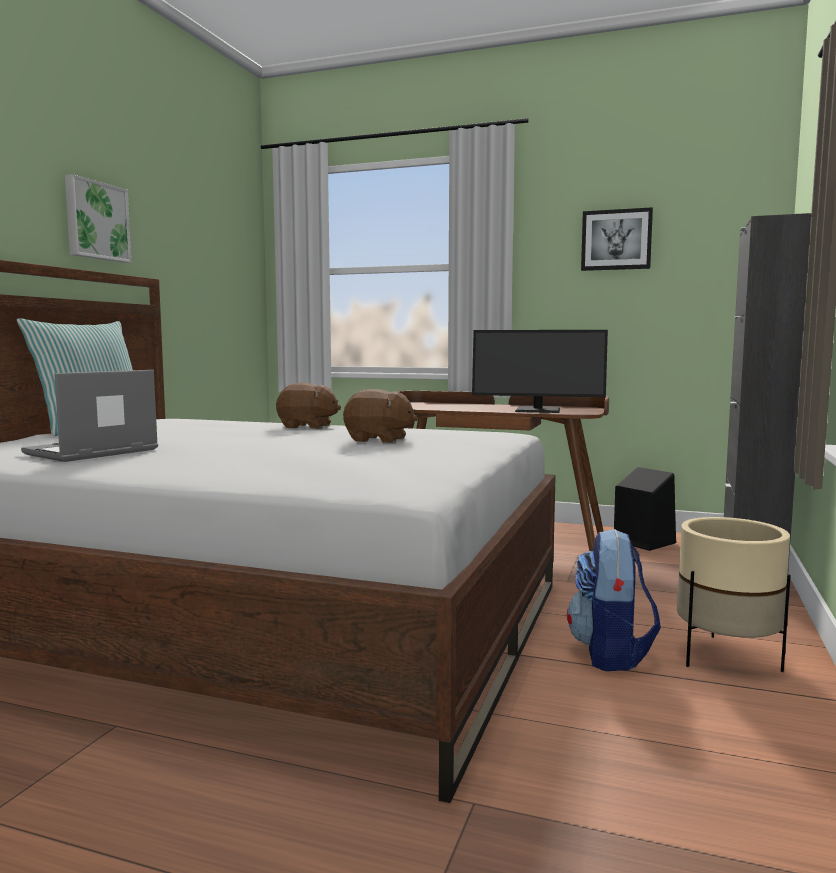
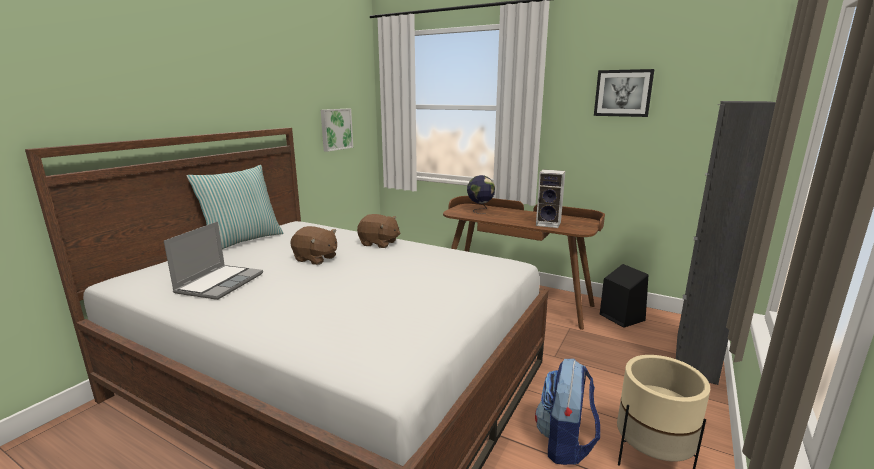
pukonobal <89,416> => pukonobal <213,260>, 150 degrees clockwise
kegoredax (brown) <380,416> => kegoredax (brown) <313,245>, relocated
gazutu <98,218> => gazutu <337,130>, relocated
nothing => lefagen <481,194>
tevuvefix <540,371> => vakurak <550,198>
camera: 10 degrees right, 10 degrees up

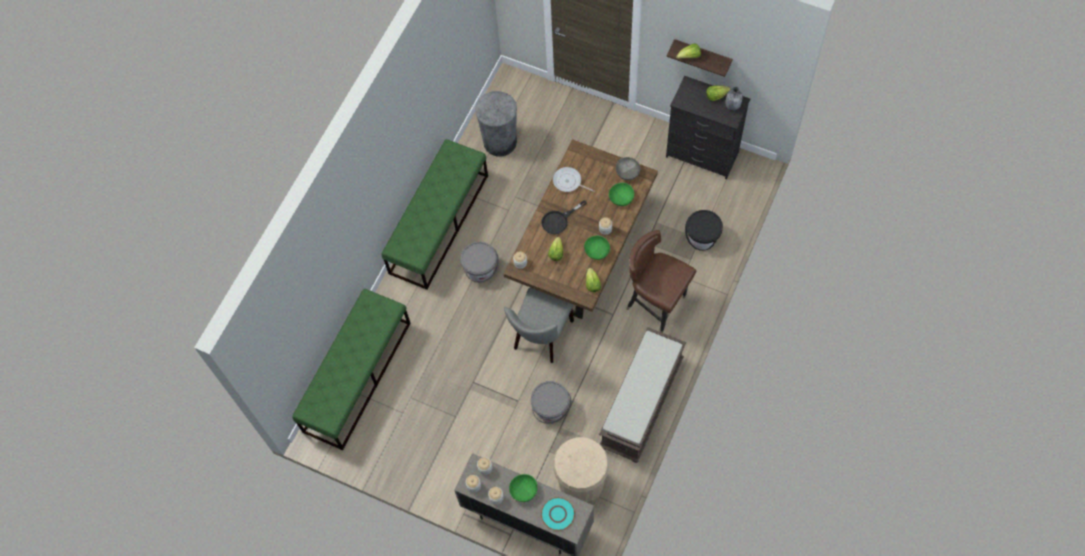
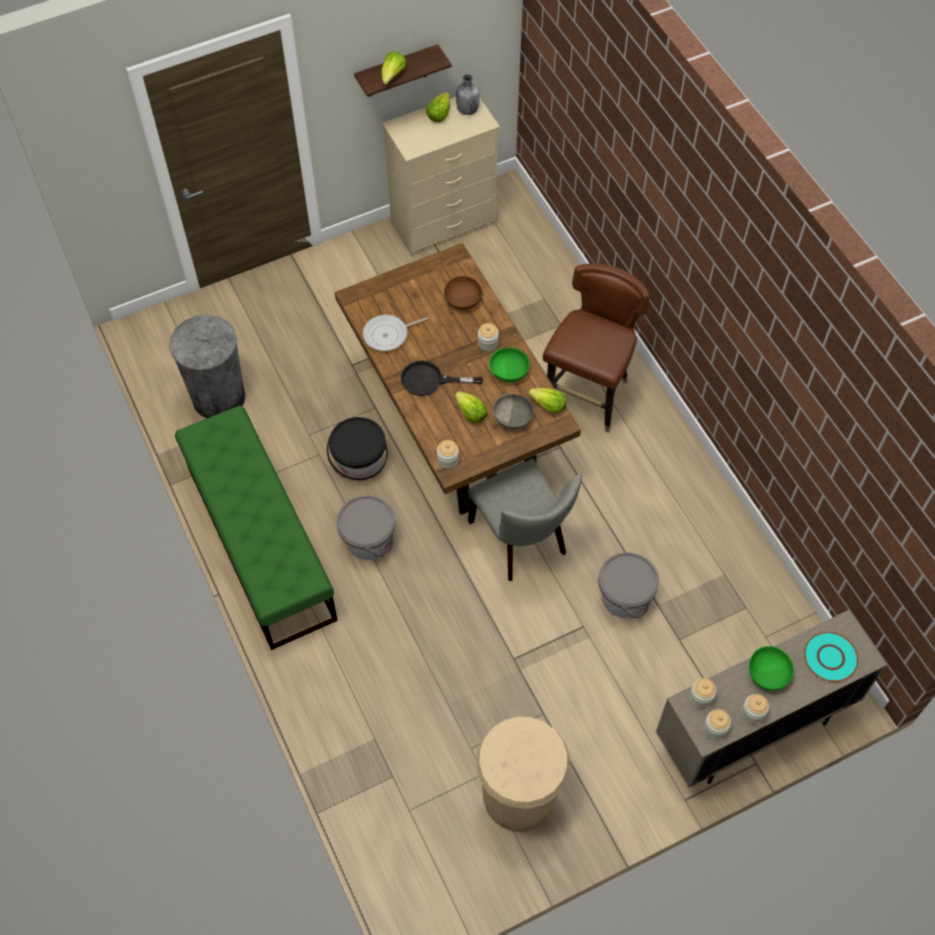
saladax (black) <704,230> => saladax (black) <357,448>, relocated
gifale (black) <708,127> => gifale (beige) <441,177>
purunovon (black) <564,217> => purunovon (black) <442,378>, 90 degrees clockwise
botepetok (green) <621,194> => botepetok (brown) <463,293>
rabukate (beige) <581,470> => rabukate (beige) <523,774>, relocated
botepetok (grey) <628,168> => botepetok (grey) <513,411>, relocated
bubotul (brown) <661,281> => bubotul (brown) <596,348>, 135 degrees clockwise
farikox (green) <351,369> => nothing
farikox (brown) <642,395> => nothing
camera: 55 degrees left, 5 degrees down

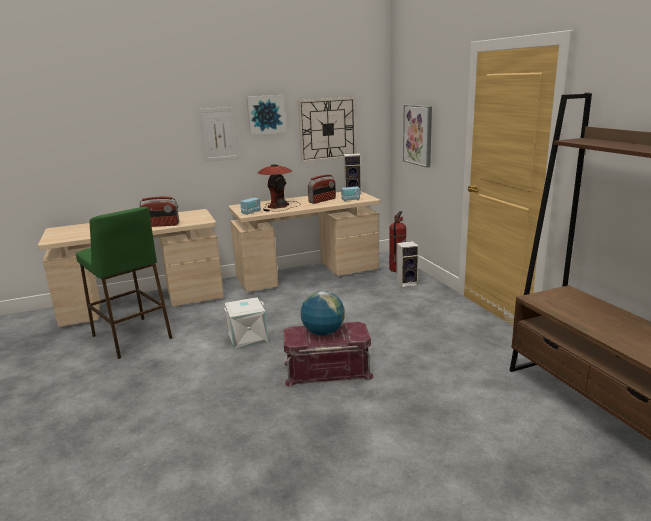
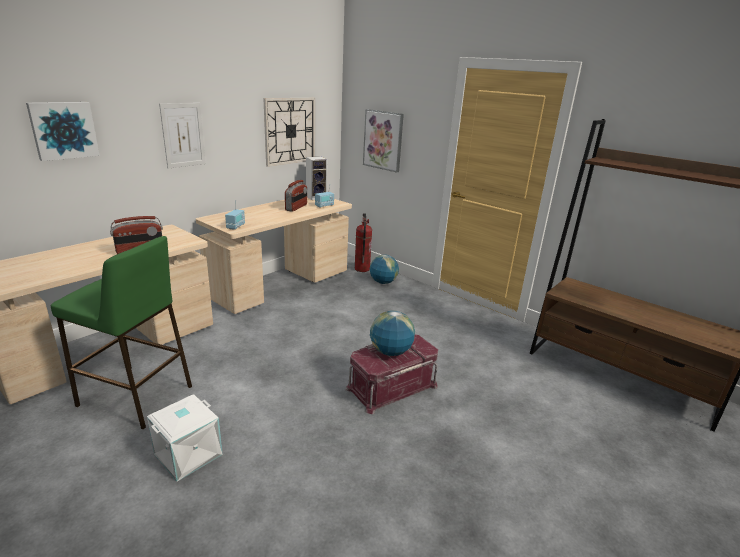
gazutu <266,115> => gazutu <63,131>, relocated
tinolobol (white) <246,323> => tinolobol (white) <185,438>, relocated
vakurak <407,264> => lefagen <384,269>
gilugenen <278,188> => nothing
camera: 30 degrees left, 5 degrees up

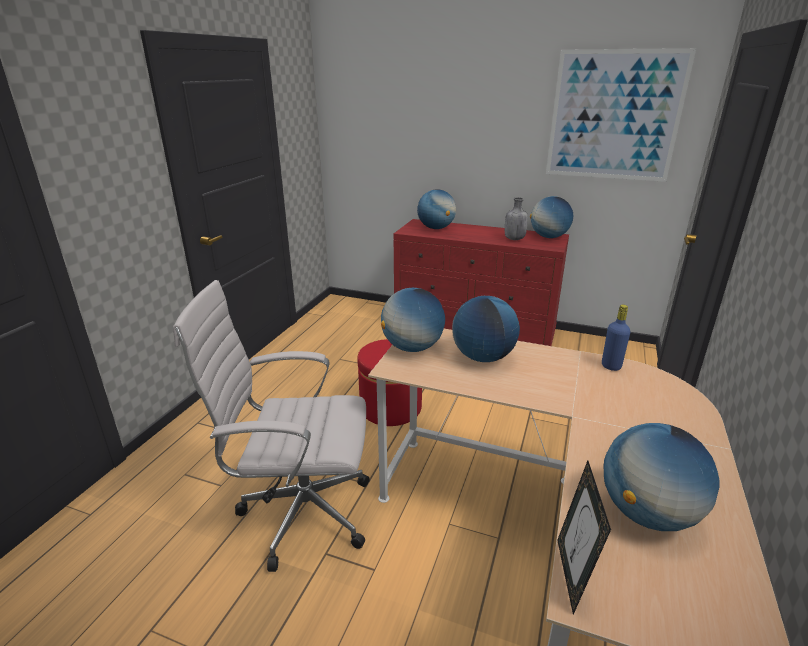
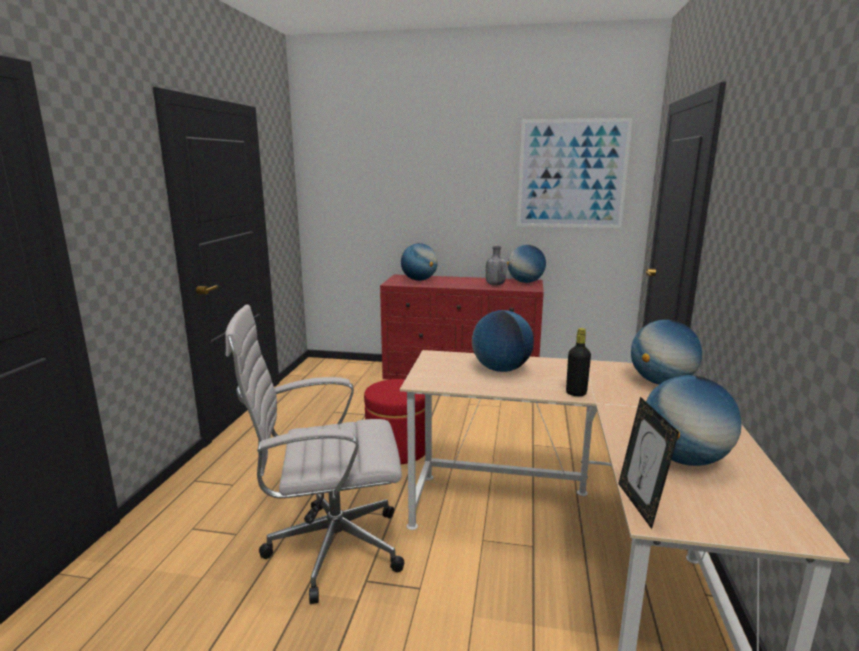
nothing => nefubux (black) <578,362>
lefagen <413,320> => lefagen <666,352>, relocated
nefubux (blue) <616,338> => nothing
camera: 10 degrees left, 10 degrees down

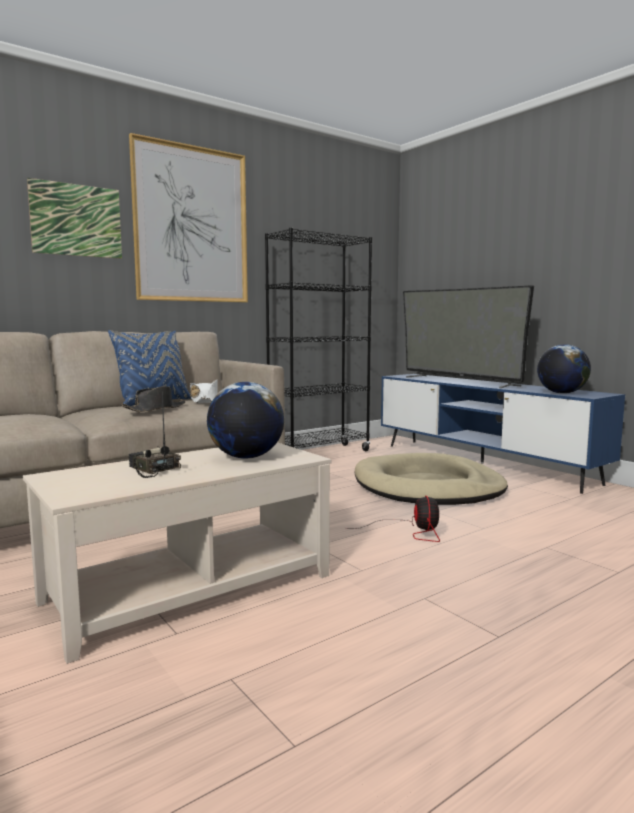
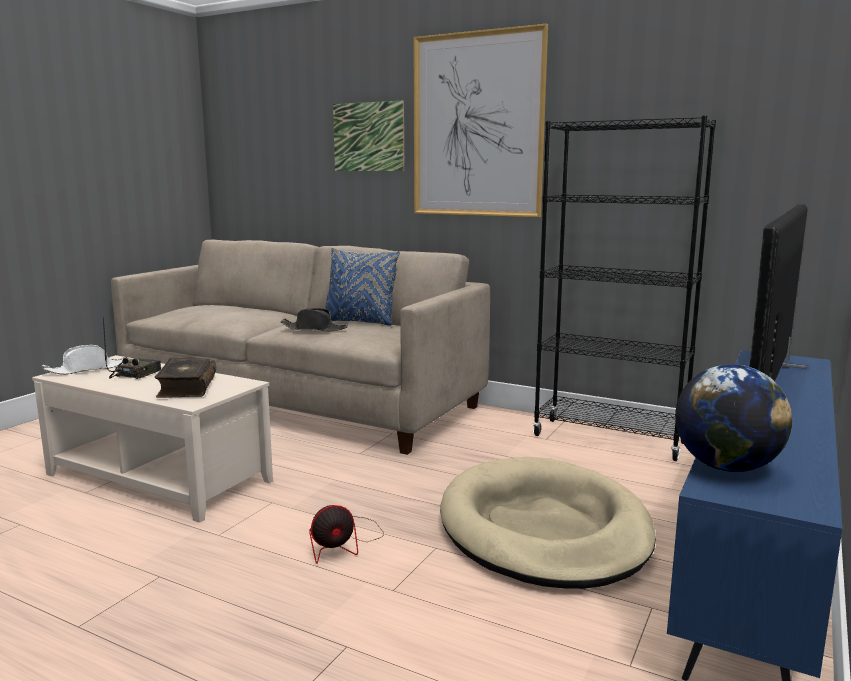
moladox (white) <204,391> => moladox (white) <84,360>, relocated
lefagen <245,420> => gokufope <185,378>
camera: 65 degrees right, 5 degrees up

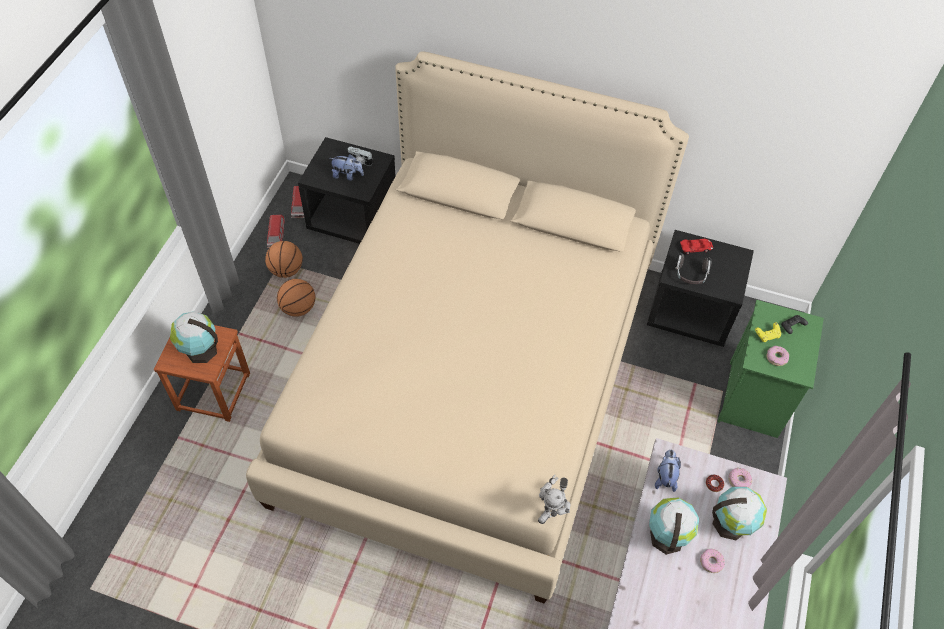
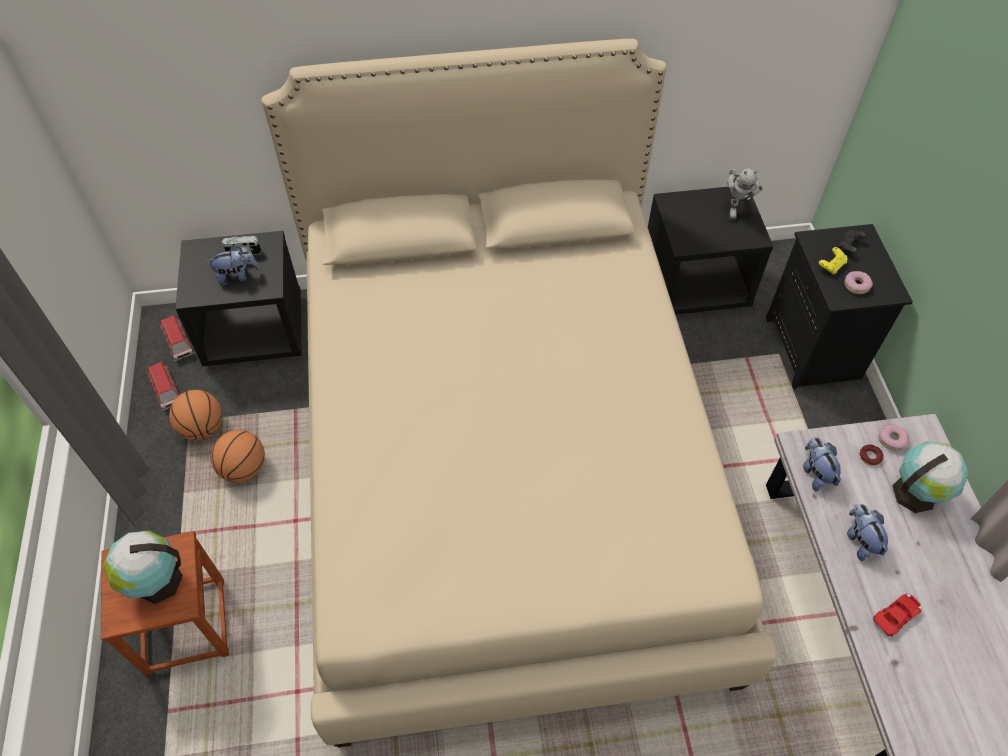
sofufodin <554,499> => sofufodin <745,194>, relocated
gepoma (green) <771,369> => gepoma (black) <839,306>
lefagen <674,526> => kegoredax <867,532>
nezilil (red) <696,246> => nezilil (red) <897,615>, relocated
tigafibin <693,268> => nothing
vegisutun <712,561> => nothing
camera: 25 degrees left, 0 degrees up

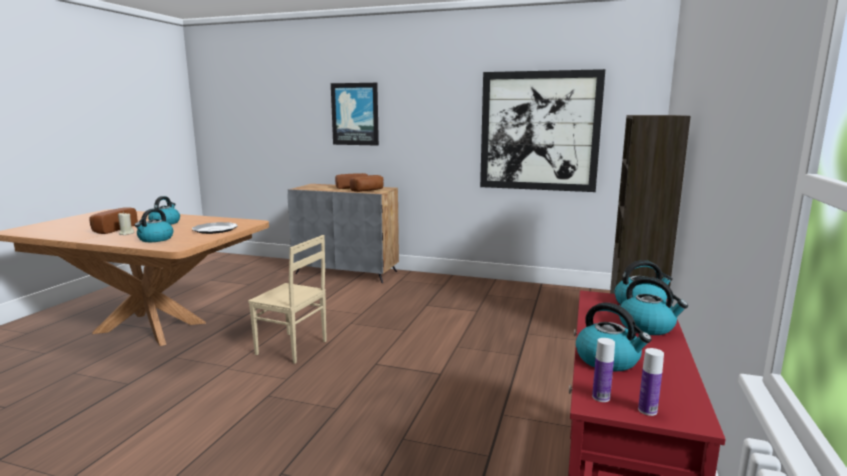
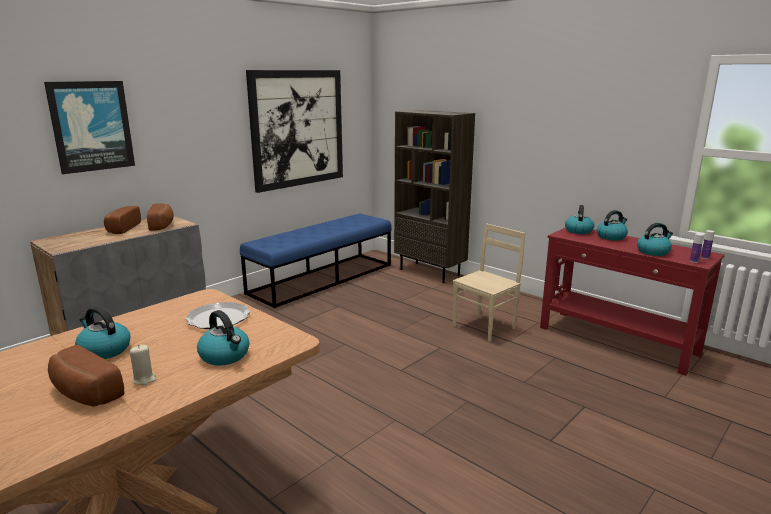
nothing => farikox (blue) <316,261>
bubotul (beige) <287,299> => bubotul (beige) <489,282>, relocated
camera: 65 degrees left, 5 degrees up

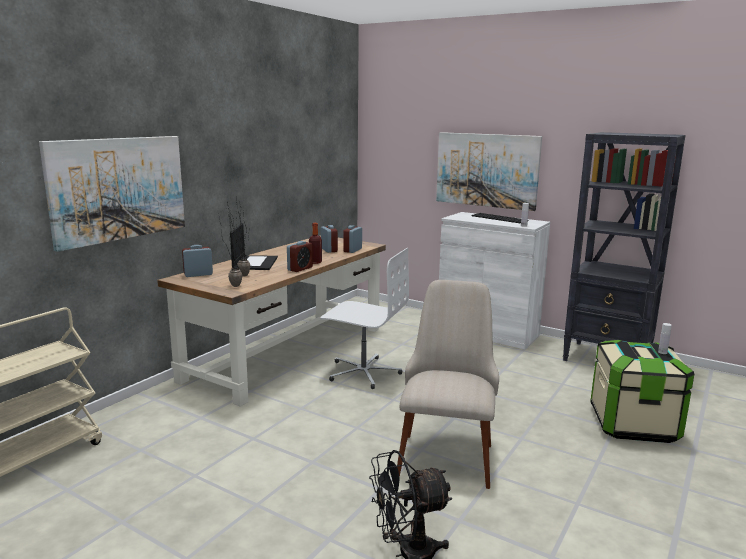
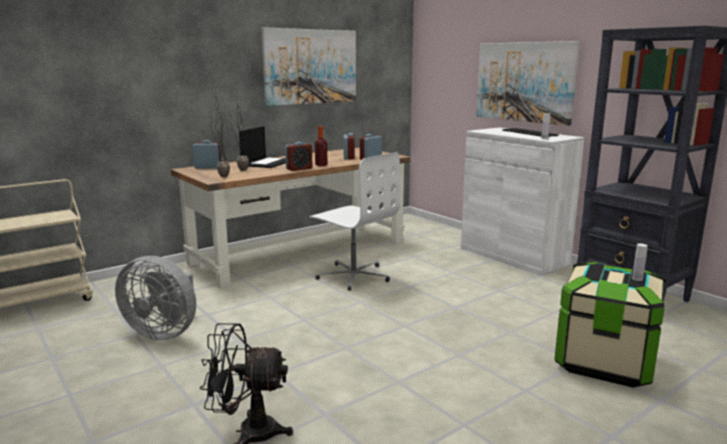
nothing => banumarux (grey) <155,298>
gazutu <112,194> => gazutu <308,66>, relocated
bubotul (beige) <448,384> => nothing
camera: 20 degrees right, 0 degrees up

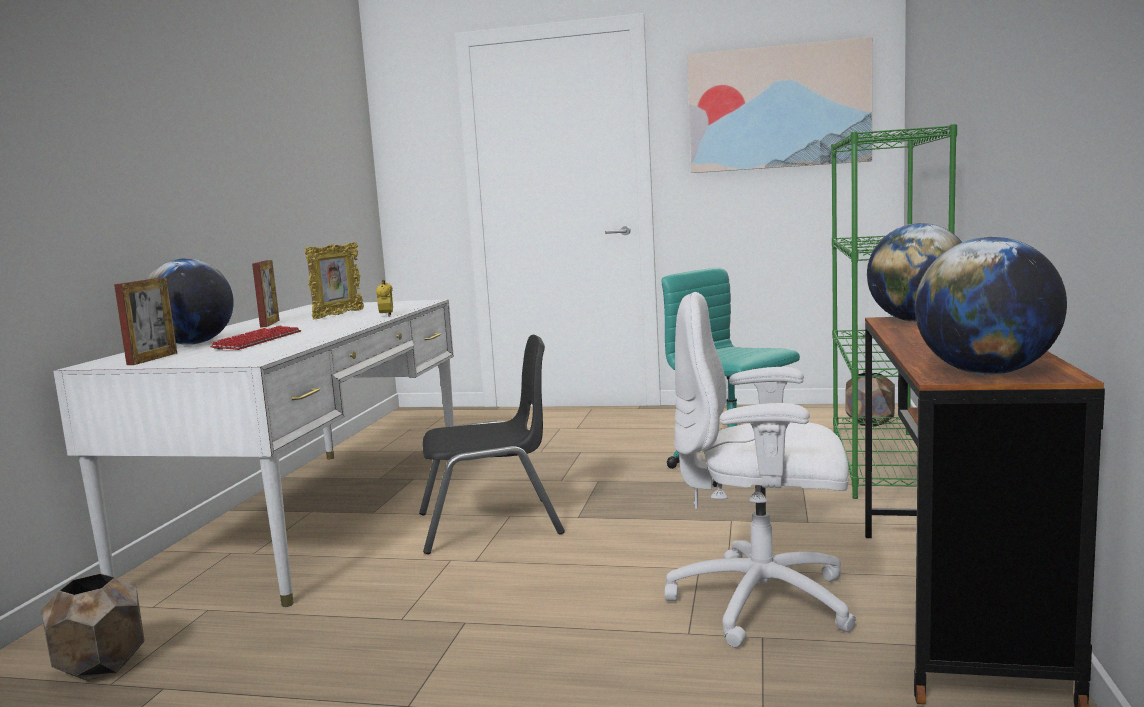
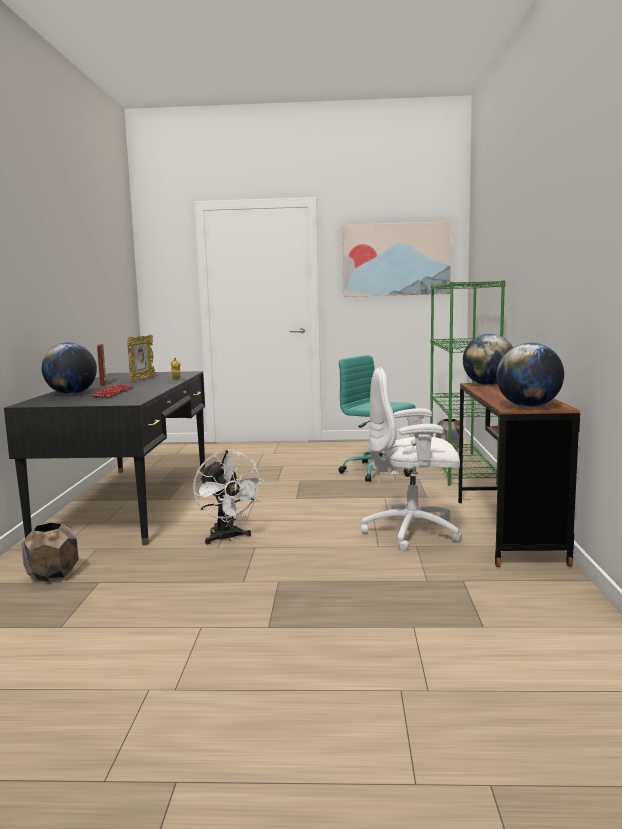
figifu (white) <253,453> => figifu (black) <104,458>
nothing => banumarux (white) <228,497>
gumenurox <145,321> => nothing
bubotul (black) <492,444> => nothing
camera: 10 degrees left, 0 degrees up

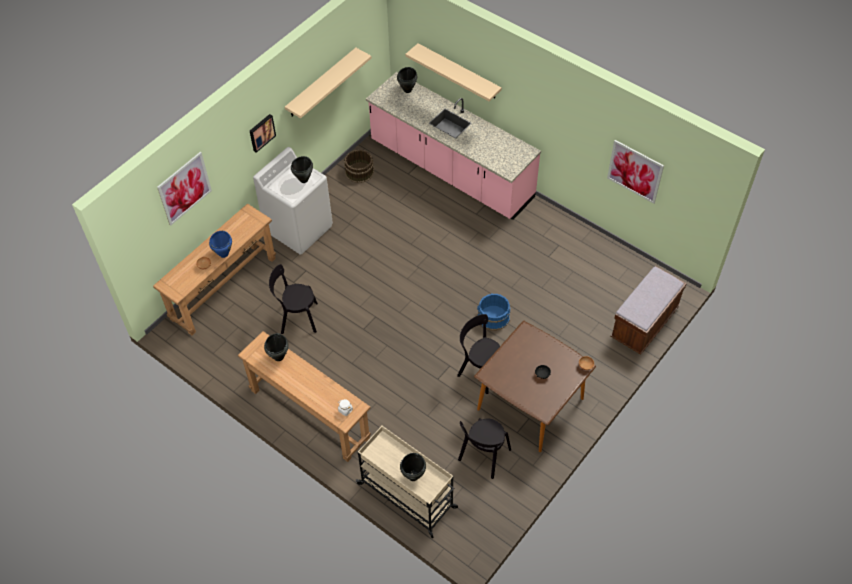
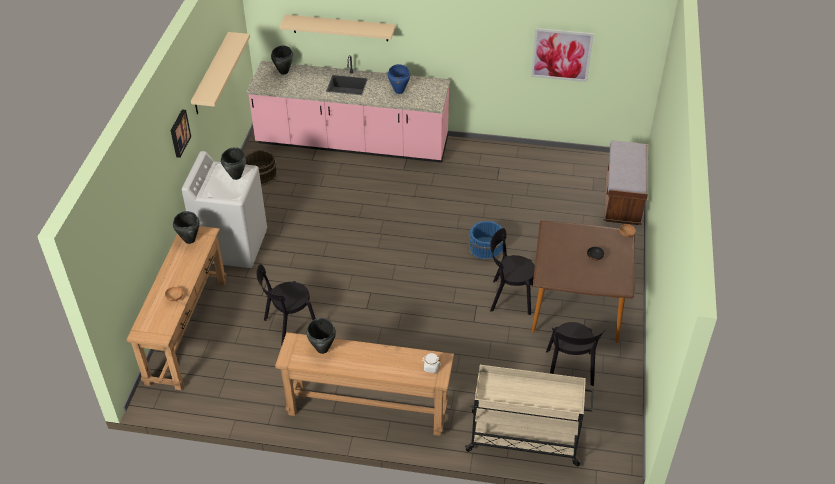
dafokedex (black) <413,467> => dafokedex (black) <186,227>, relocated
dafokedex (blue) <220,244> => dafokedex (blue) <399,79>, relocated
gazutu <184,189> => nothing
camera: 30 degrees left, 10 degrees down

